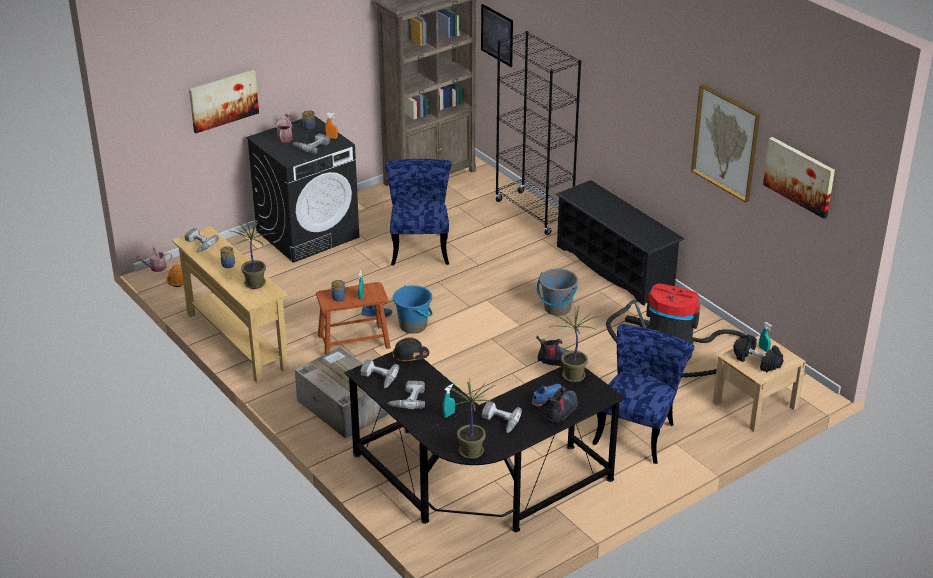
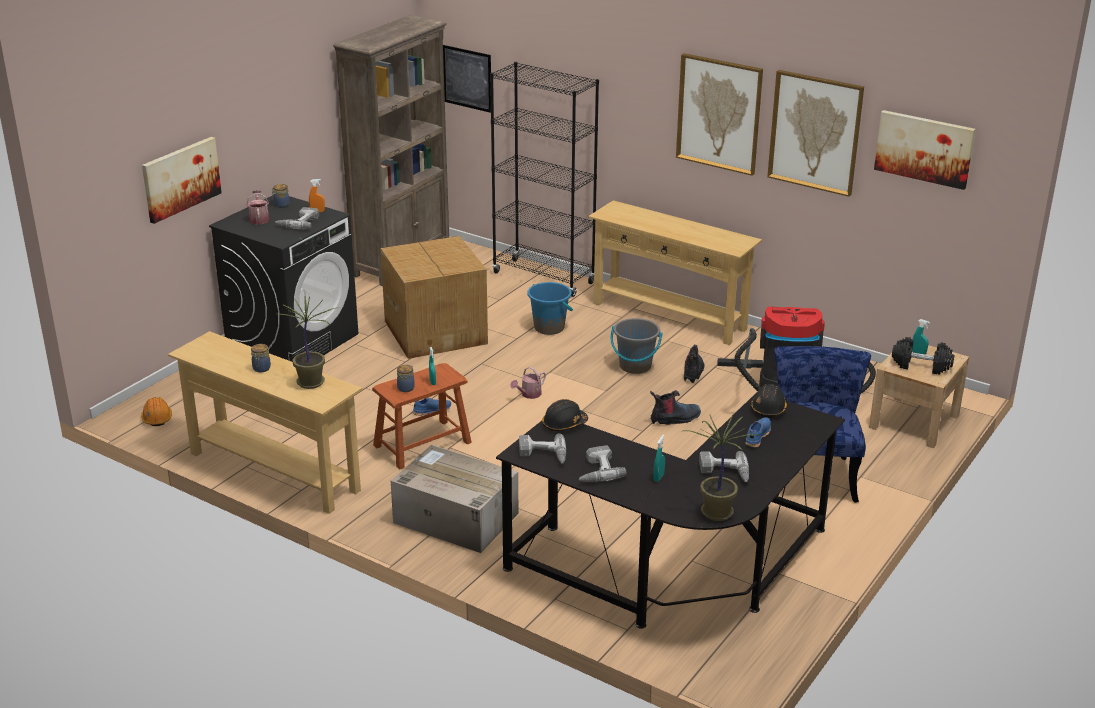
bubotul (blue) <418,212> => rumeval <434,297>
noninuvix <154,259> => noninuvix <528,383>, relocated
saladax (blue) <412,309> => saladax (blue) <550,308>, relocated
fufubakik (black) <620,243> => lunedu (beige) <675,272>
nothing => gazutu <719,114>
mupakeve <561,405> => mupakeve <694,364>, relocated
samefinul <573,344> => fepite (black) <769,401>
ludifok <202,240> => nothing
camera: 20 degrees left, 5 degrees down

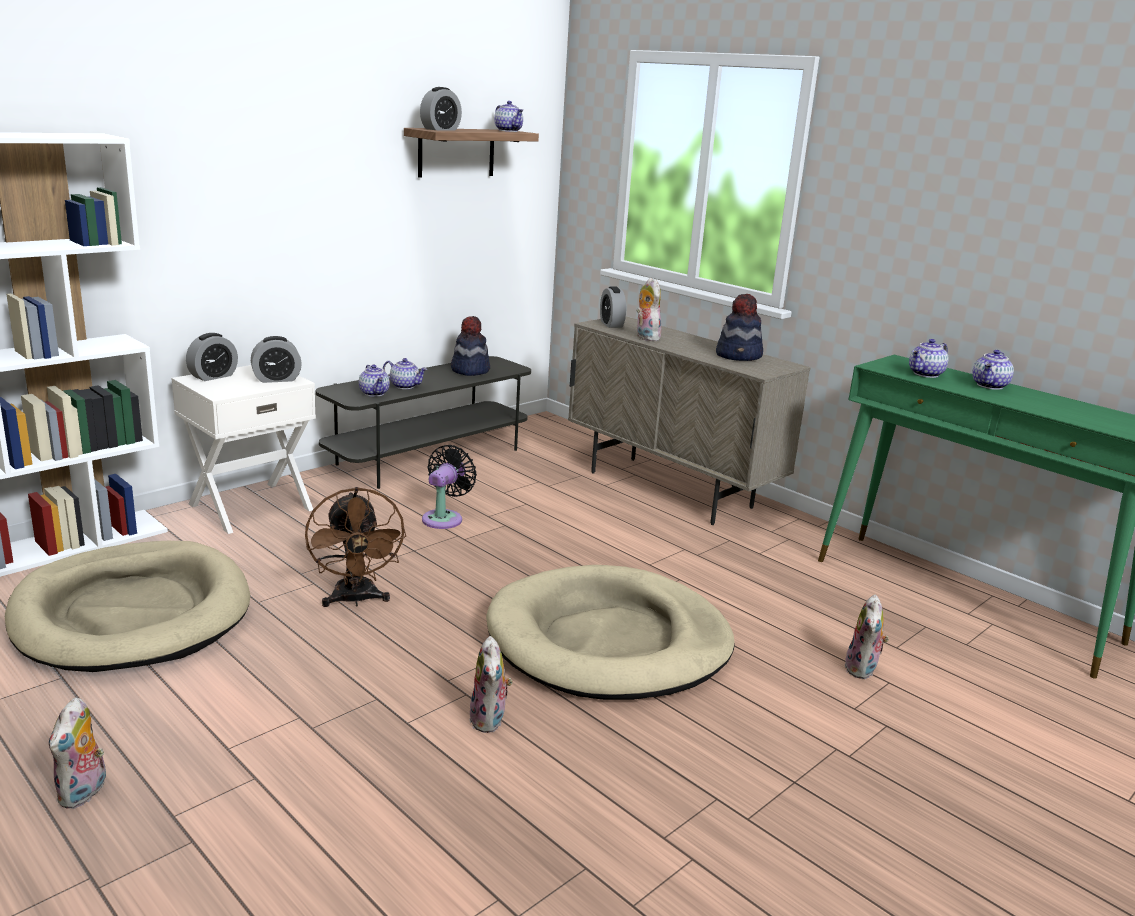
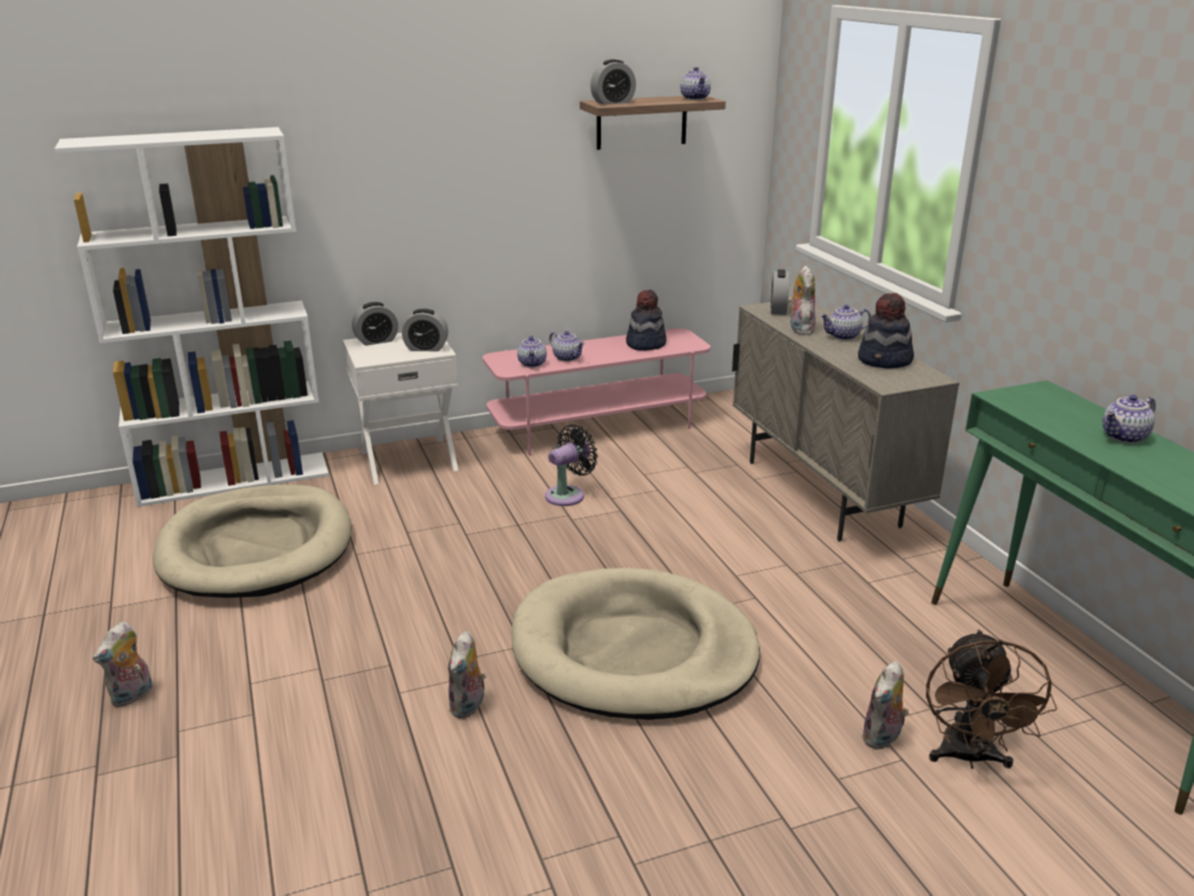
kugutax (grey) <423,422> => kugutax (pink) <596,392>
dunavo <928,358> => dunavo <845,322>, relocated
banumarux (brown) <355,547> => banumarux (brown) <991,699>, relocated
camera: 25 degrees right, 5 degrees up

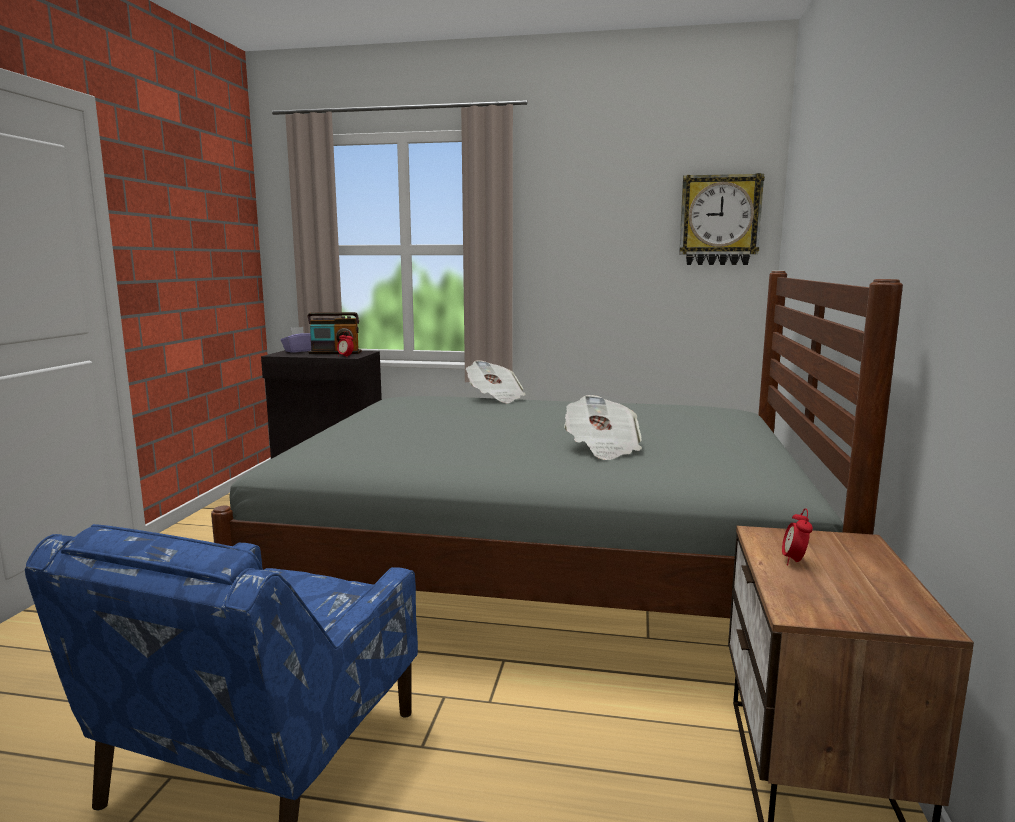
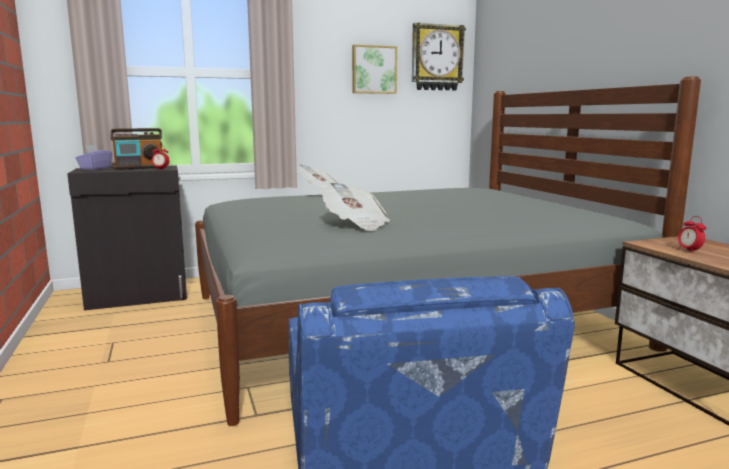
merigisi <603,427> => merigisi <355,206>, relocated
nothing => gazutu <374,69>
camera: 30 degrees left, 0 degrees up

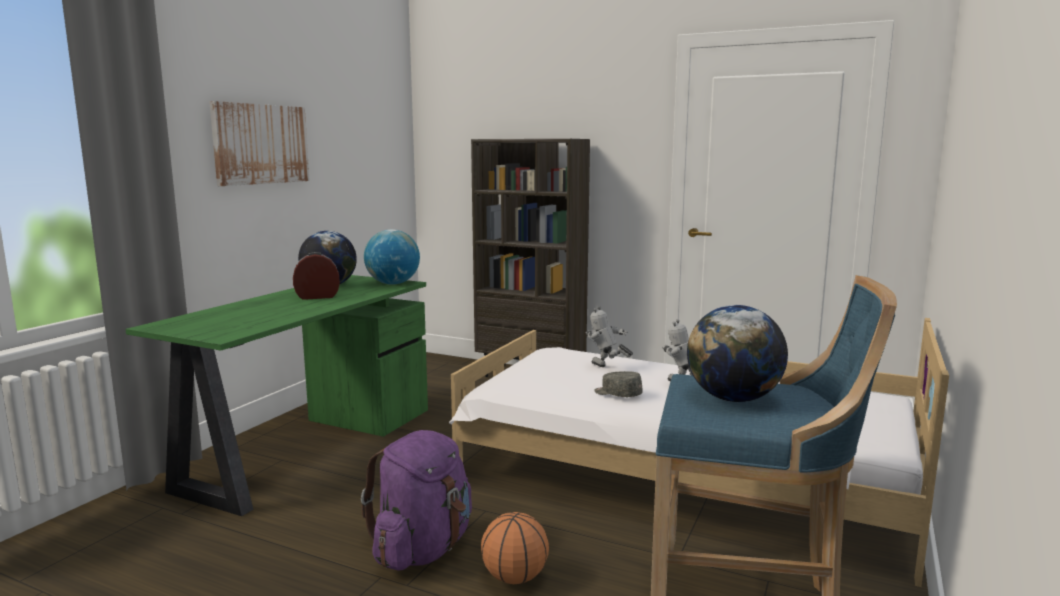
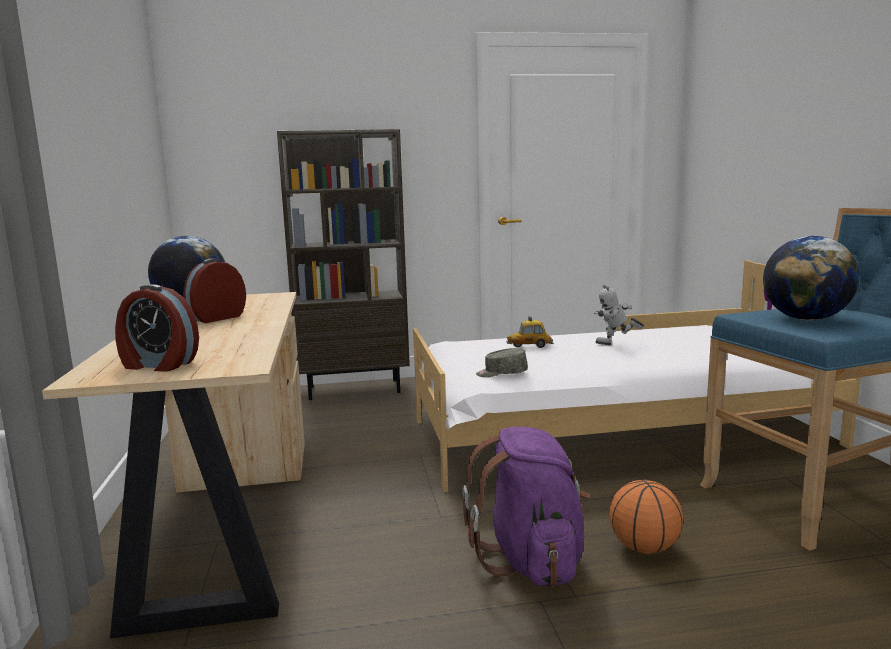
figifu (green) <276,395> => figifu (beige) <173,465>
nothing => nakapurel <157,328>
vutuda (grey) <618,384> => vutuda (grey) <502,362>, relocated
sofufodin <609,336> => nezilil <530,332>
gazutu <259,143> => nothing
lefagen <392,257> => nothing
camera: 35 degrees left, 0 degrees up

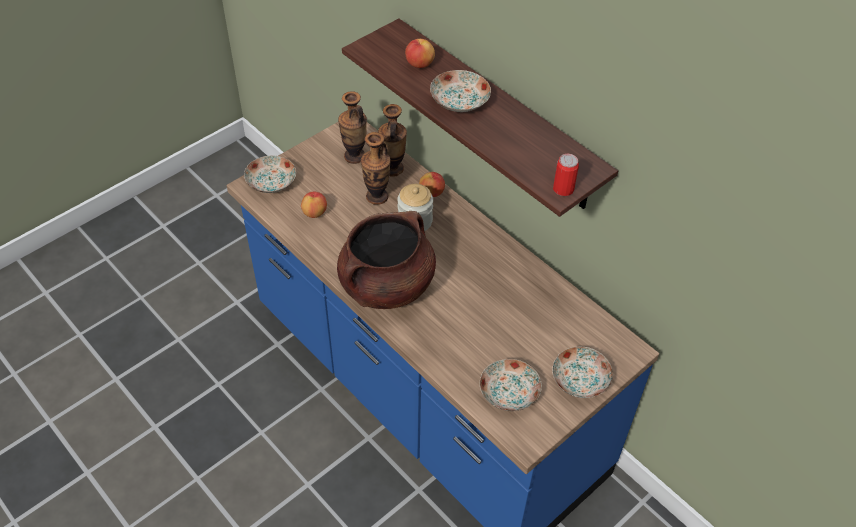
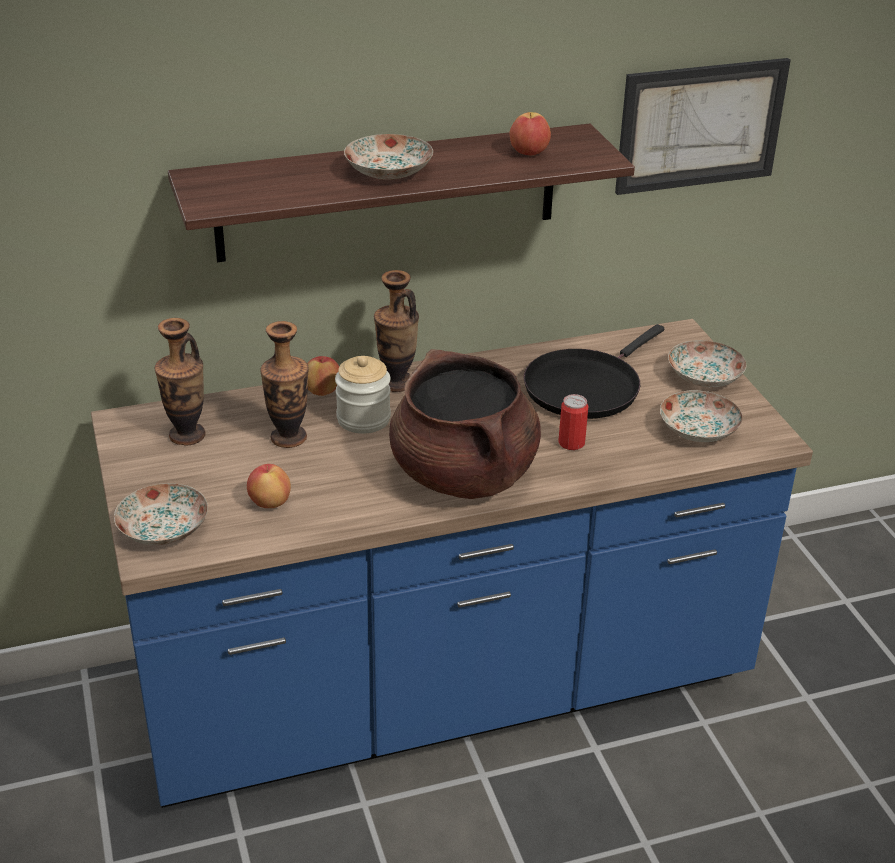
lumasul <392,140> => lumasul <396,331>, relocated
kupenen <420,53> => kupenen <530,133>, relocated
nothing => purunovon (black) <594,371>
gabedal <566,175> => gabedal <573,422>, relocated
nothing => gazutu <703,126>
camera: 65 degrees left, 15 degrees down

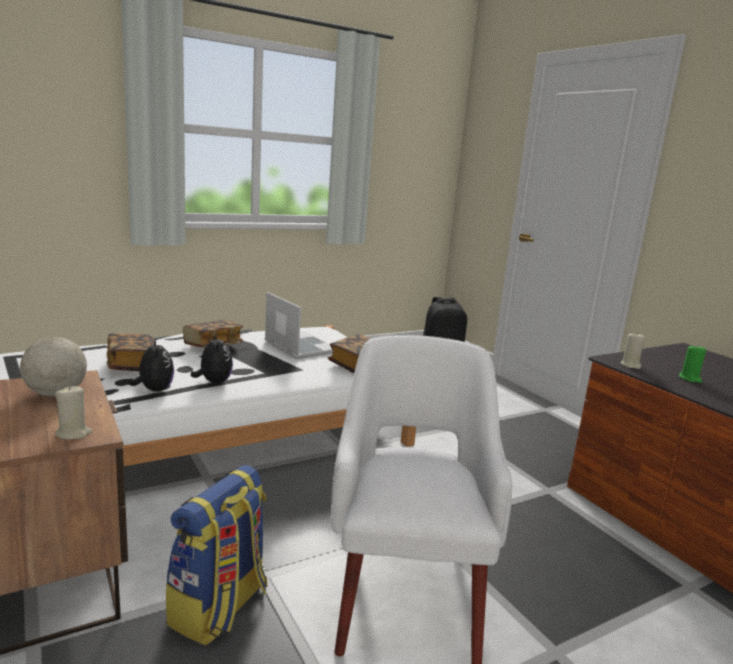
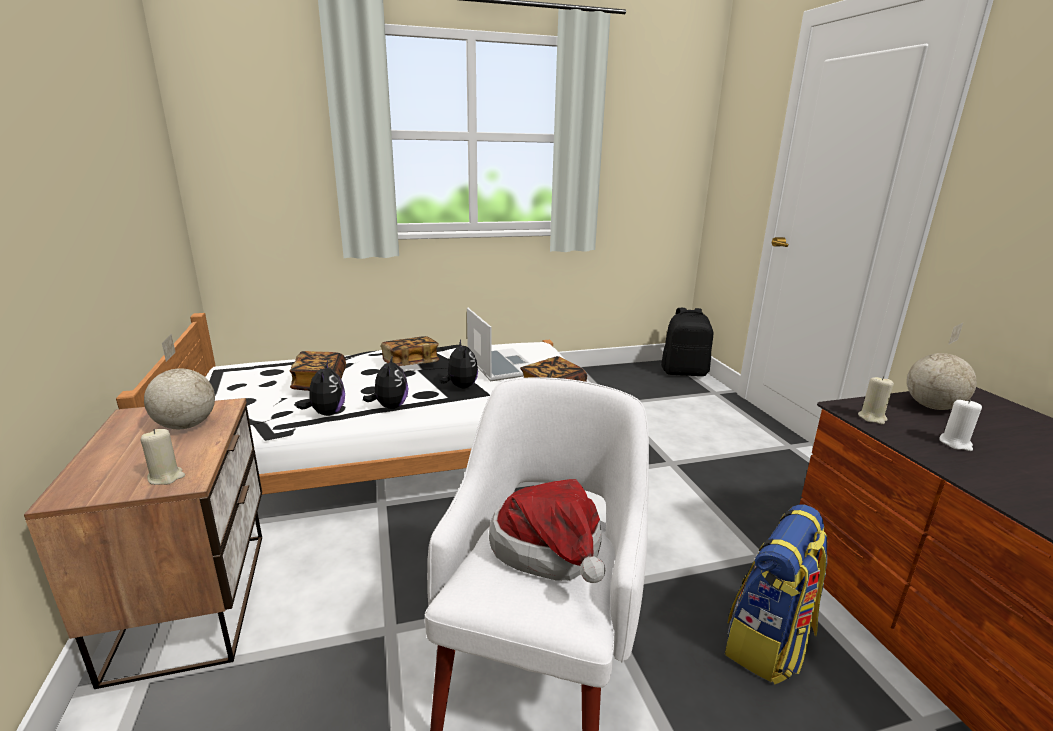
nothing => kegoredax <458,364>
nothing => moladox <547,531>
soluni <216,555> => soluni <776,594>, relocated
nothing => lefagen <942,366>
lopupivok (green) <692,363> => lopupivok (white) <960,425>
camera: 15 degrees right, 5 degrees up

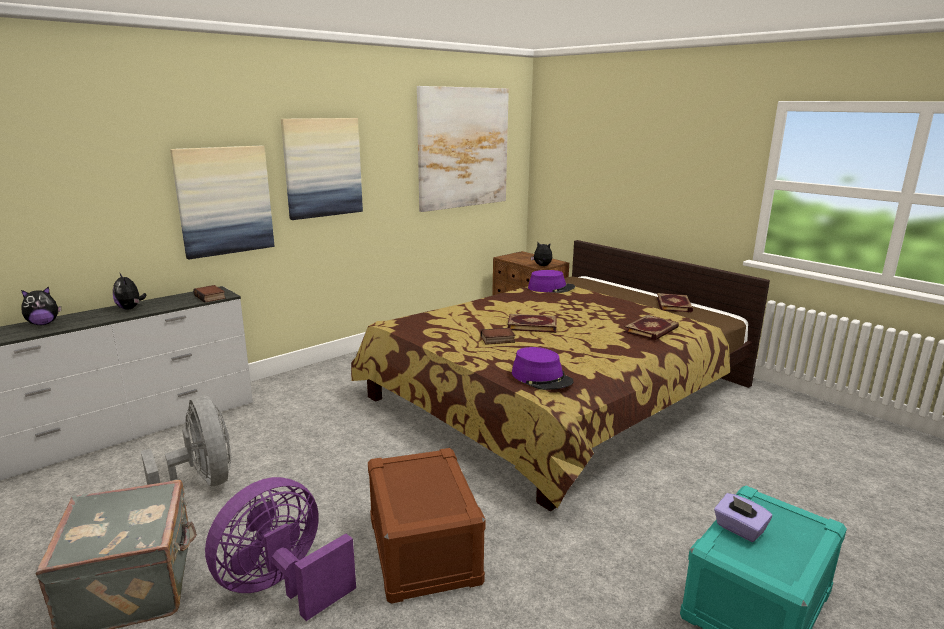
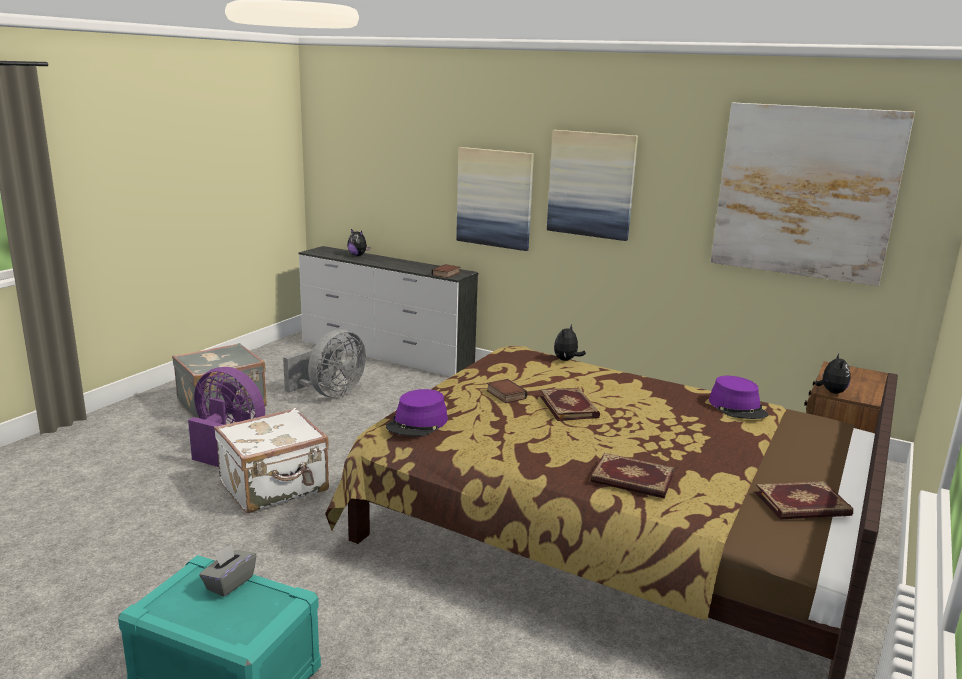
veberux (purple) <743,517> => veberux (grey) <227,570>
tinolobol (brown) <427,526> => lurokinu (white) <271,460>
kegoredax <130,292> => kegoredax <570,342>, relocated
camera: 70 degrees right, 0 degrees up

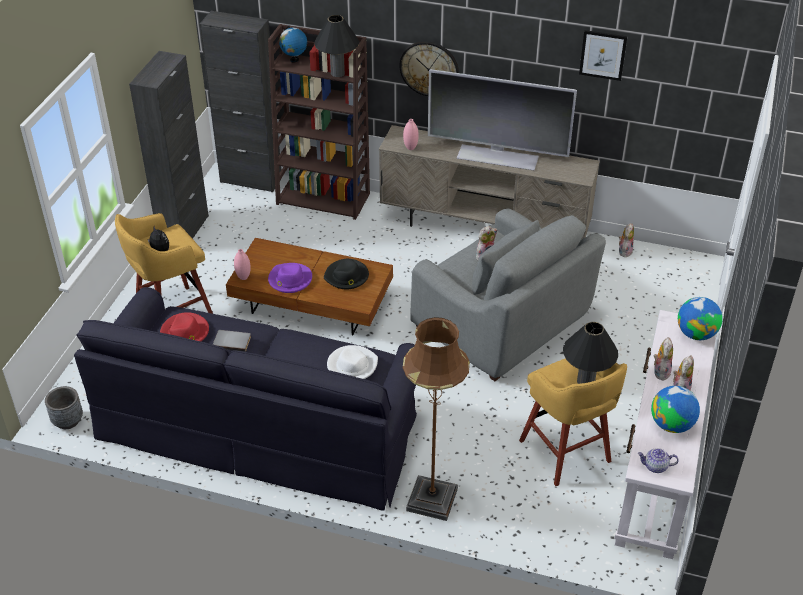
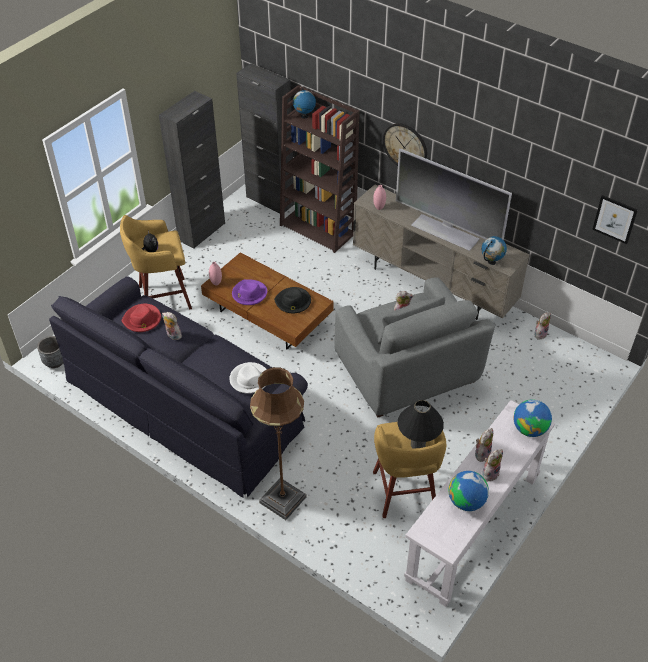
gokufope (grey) <232,341> => kegoredax <173,326>
nothing => lefagen <494,250>
gazutu <603,55> => gazutu <615,219>, relocated
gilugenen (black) <336,46> => nothing
dunavo <658,460> => nothing
camera: 20 degrees right, 5 degrees up

